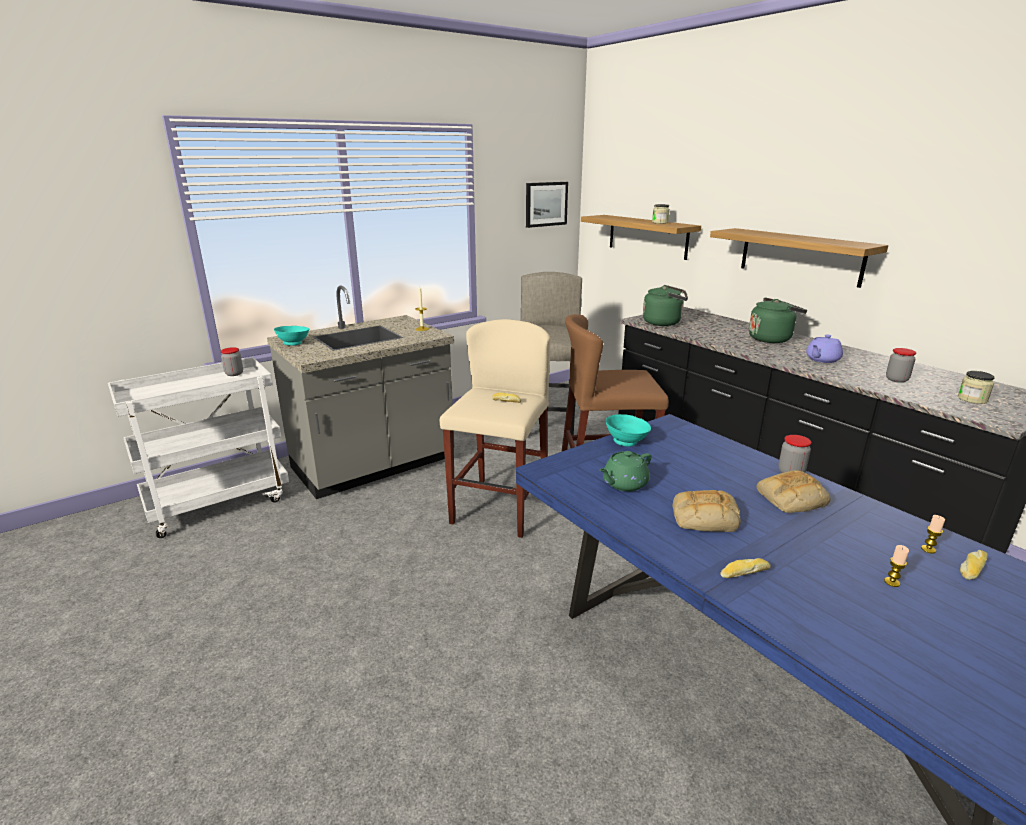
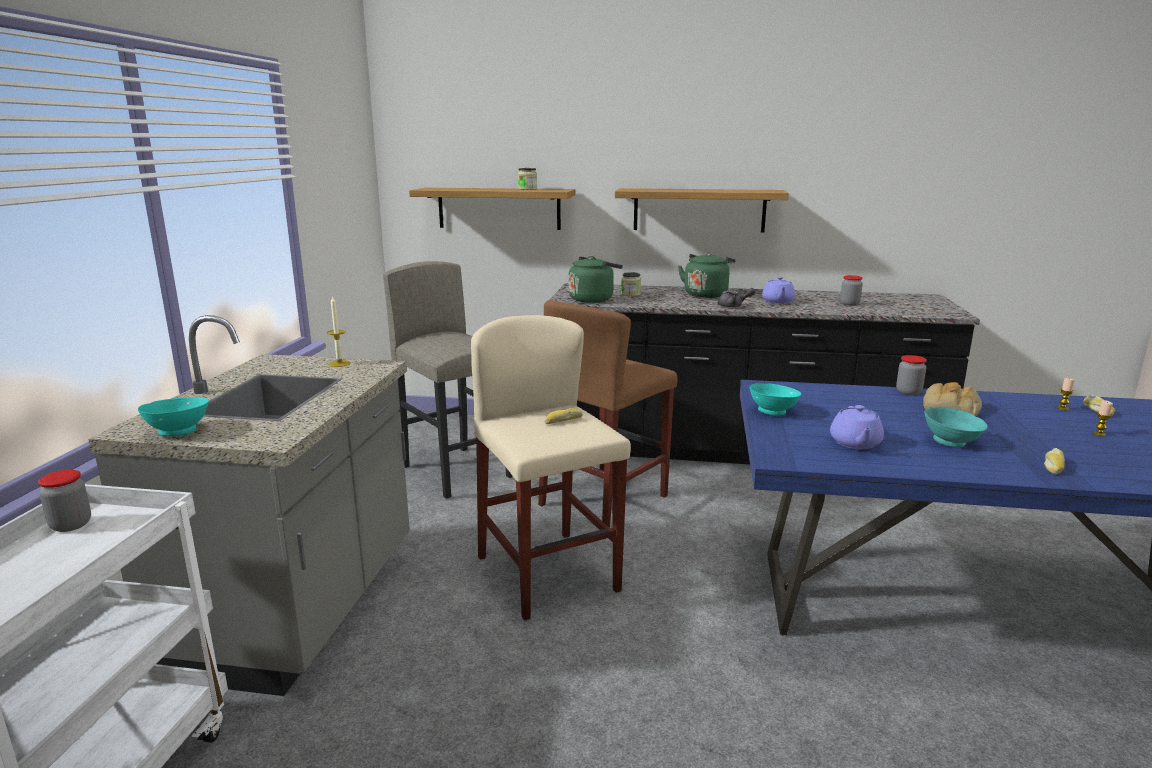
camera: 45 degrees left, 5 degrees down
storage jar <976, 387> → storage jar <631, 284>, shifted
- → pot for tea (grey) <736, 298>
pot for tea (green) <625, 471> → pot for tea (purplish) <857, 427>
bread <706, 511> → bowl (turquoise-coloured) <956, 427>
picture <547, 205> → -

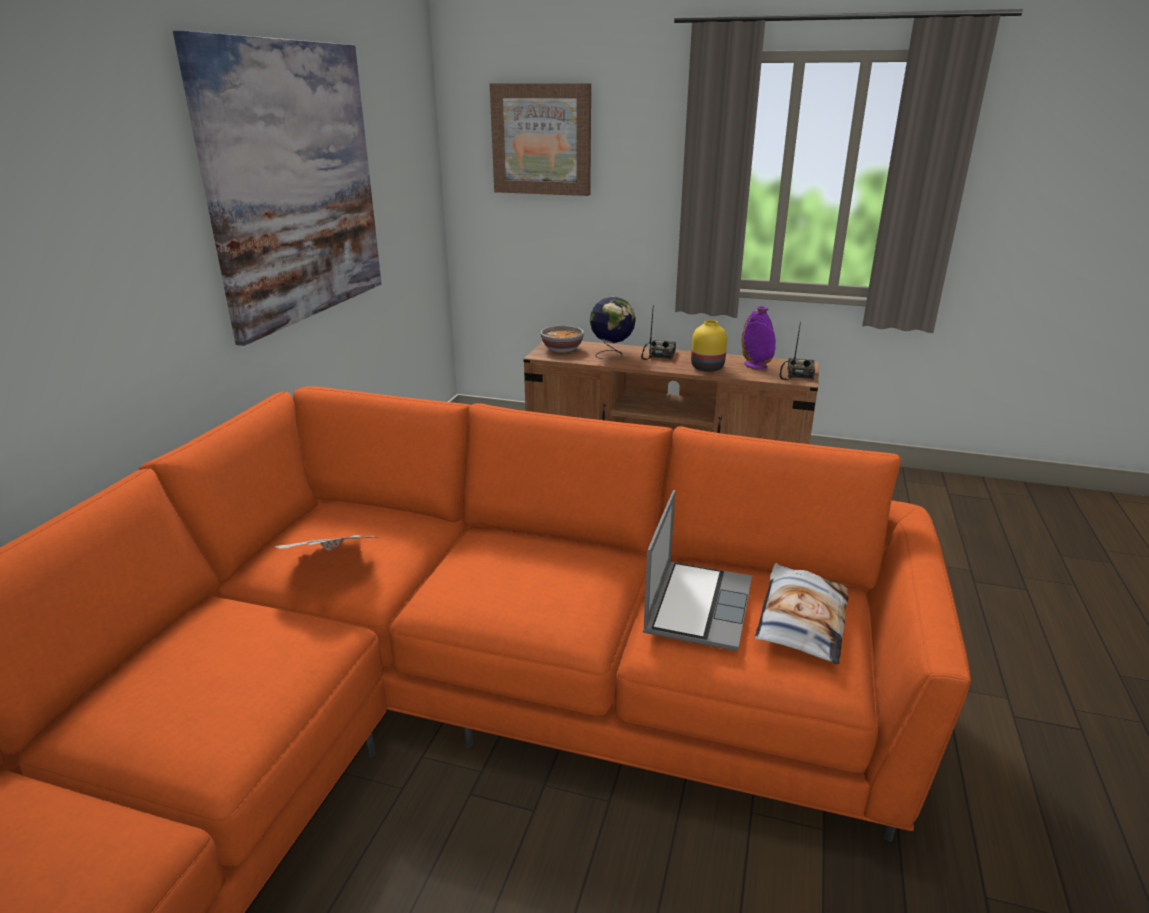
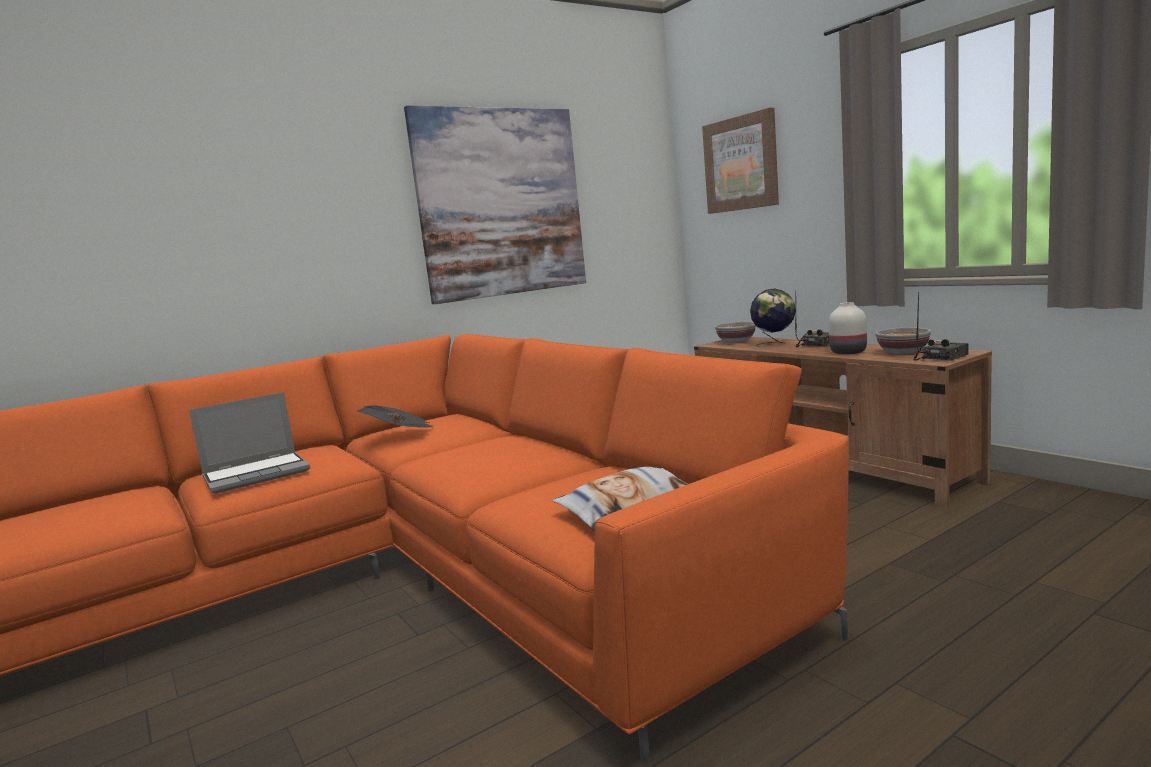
camera: 40 degrees right, 15 degrees down
notebook computer <697, 570> → notebook computer <249, 443>, shifted
vase (yellow) <709, 346> → vase (white-coloured) <848, 328>
vase (purplish) <759, 338> → bowl <903, 340>

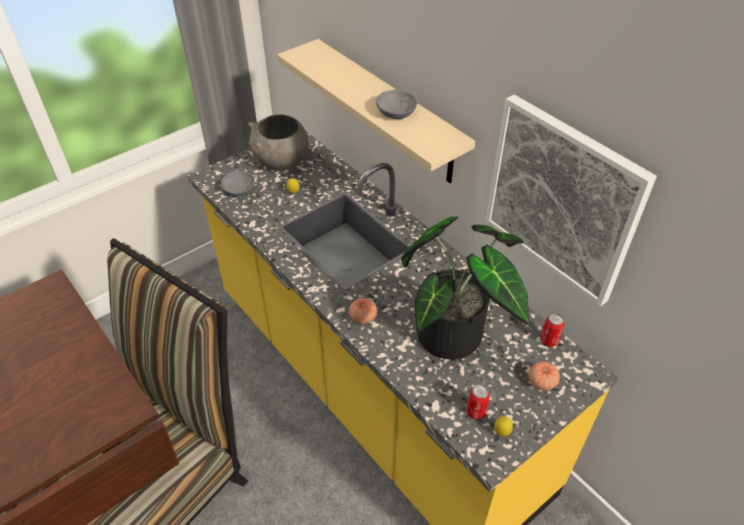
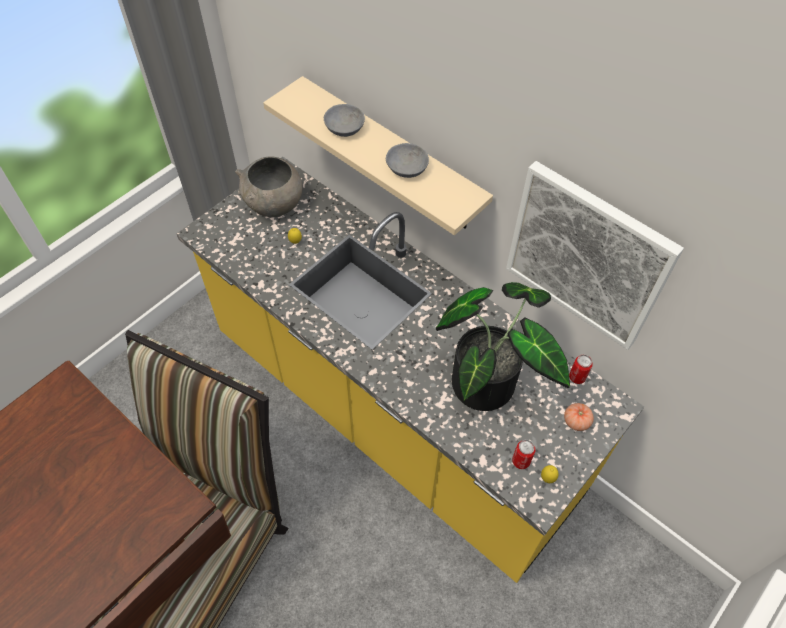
camera: 10 degrees left, 10 degrees up
bowl (grey) <238, 184> → bowl (grey) <344, 120>, shifted
tomato <363, 311> → -

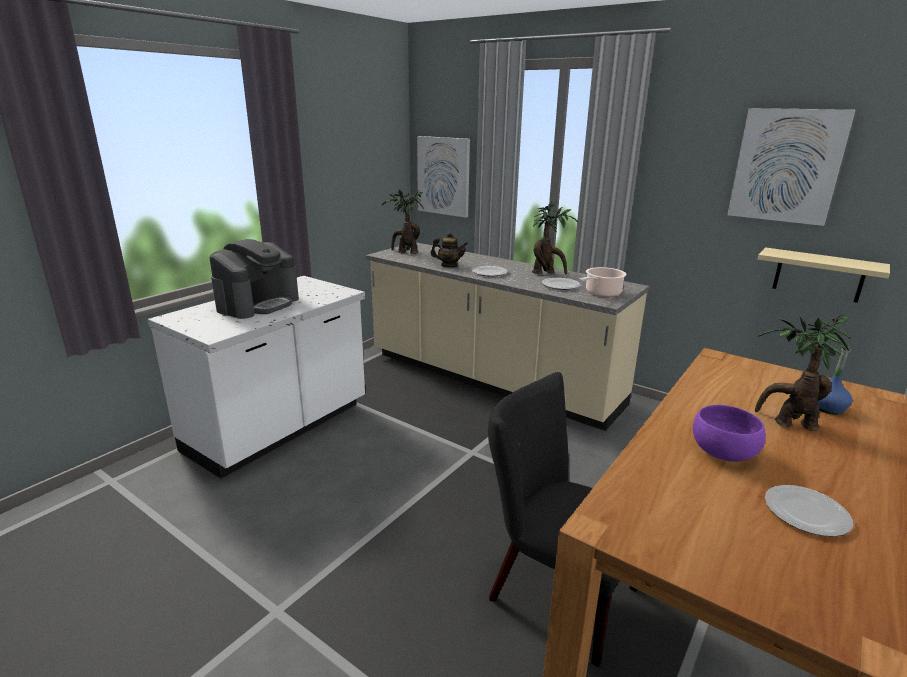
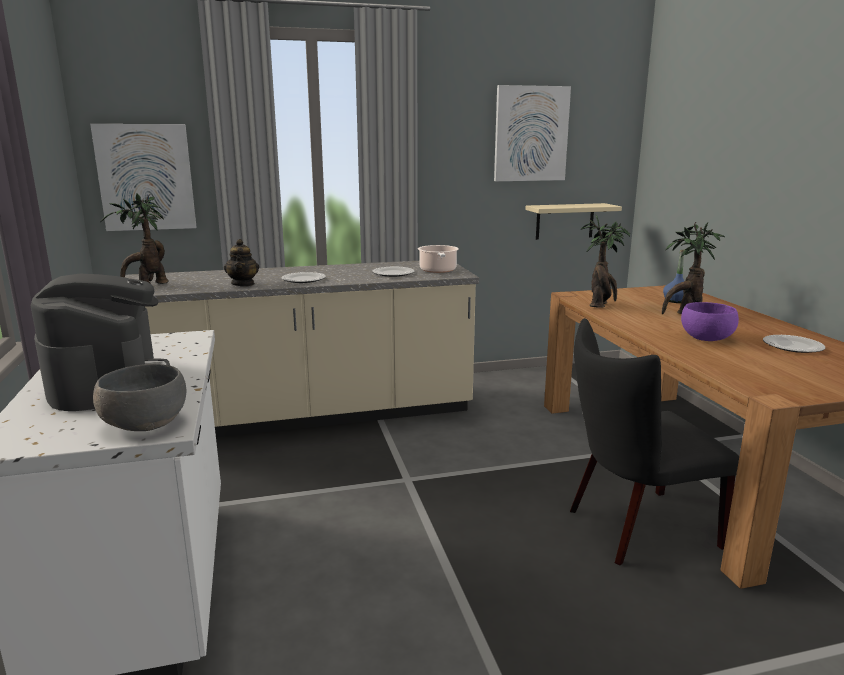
camera: 50 degrees left, 5 degrees down
- → bowl (grey) <139, 397>
pot for tea <449, 249> → pot for tea <241, 262>, 120 degrees clockwise
houseplant <555, 237> → houseplant <605, 261>, shifted

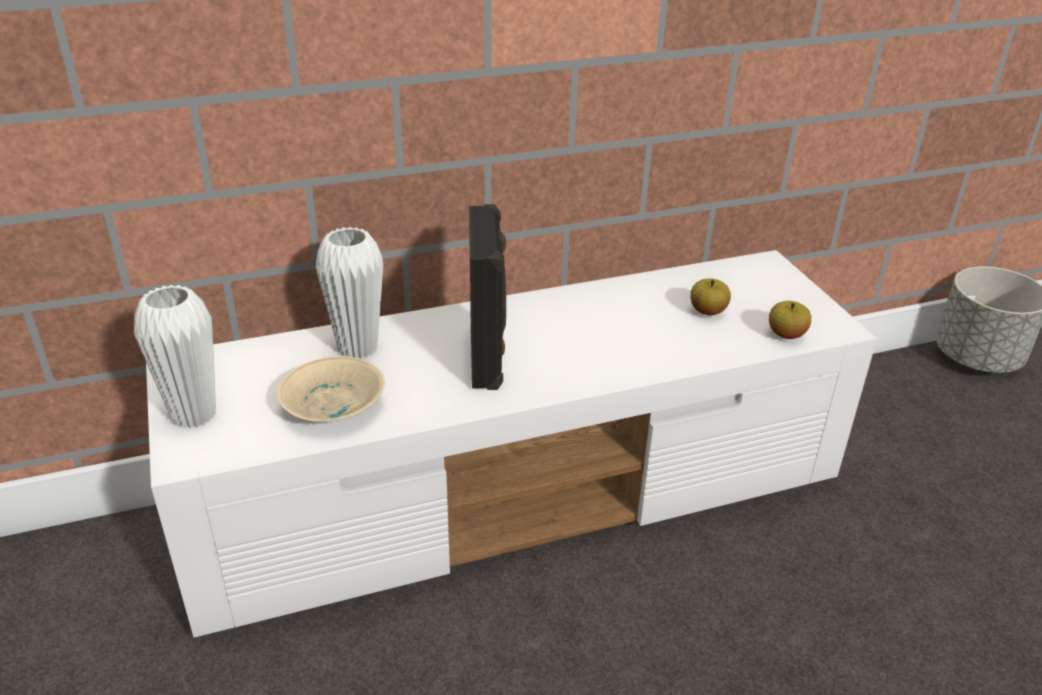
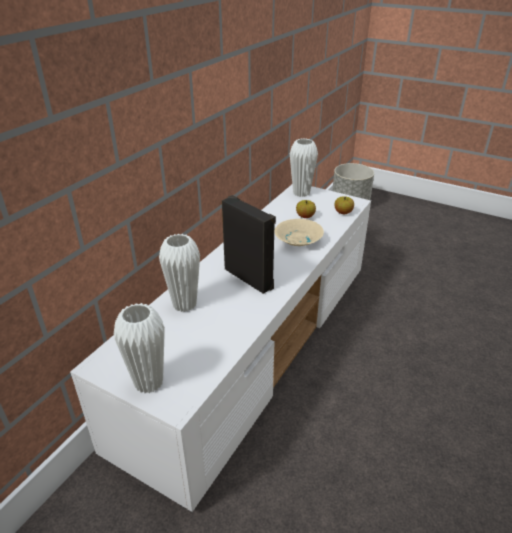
camera: 40 degrees left, 0 degrees up
bowl (beige-coloured) <331, 389> → bowl (beige-coloured) <299, 232>, shifted
- → vase (white-coloured) <304, 167>

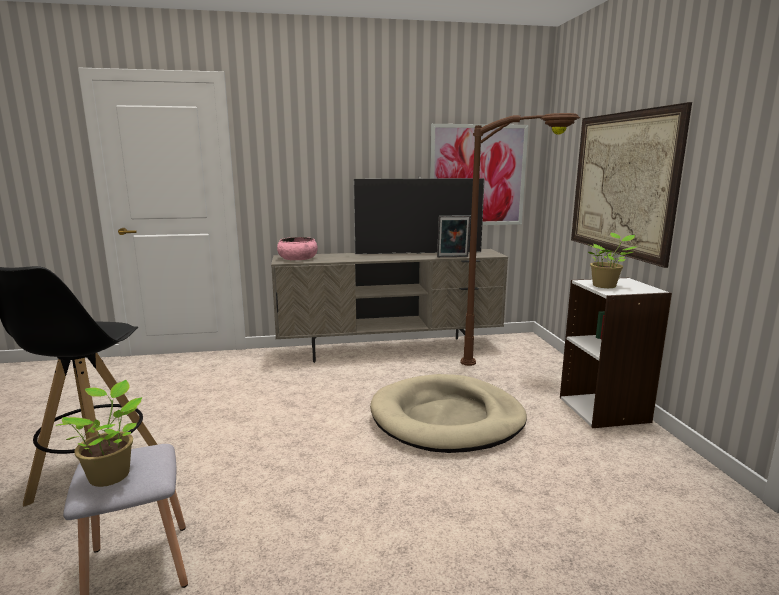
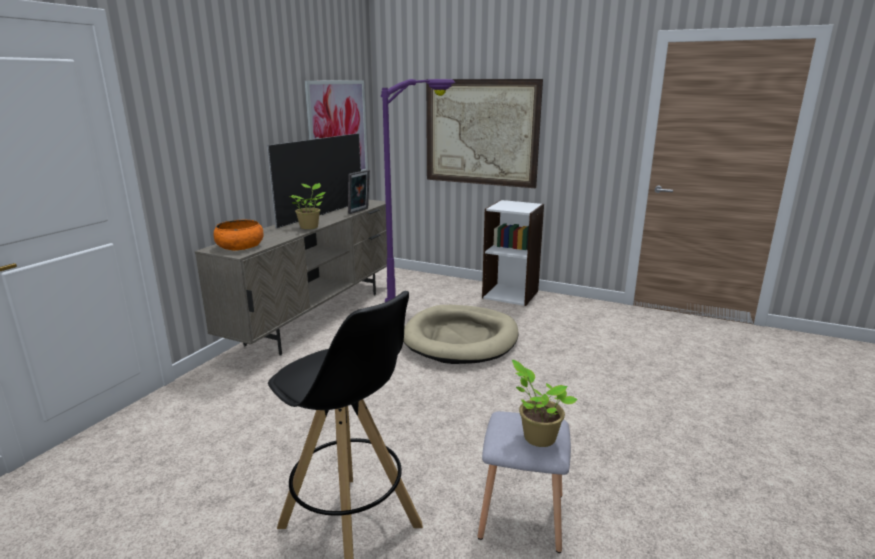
camera: 55 degrees left, 5 degrees up
bowl (pinkish) <297, 248> → bowl (orange-coloured) <239, 235>
houseplant <613, 260> → houseplant <308, 206>, shifted
standard lamp (brown-coloured) <520, 239> → standard lamp (purplish) <418, 190>

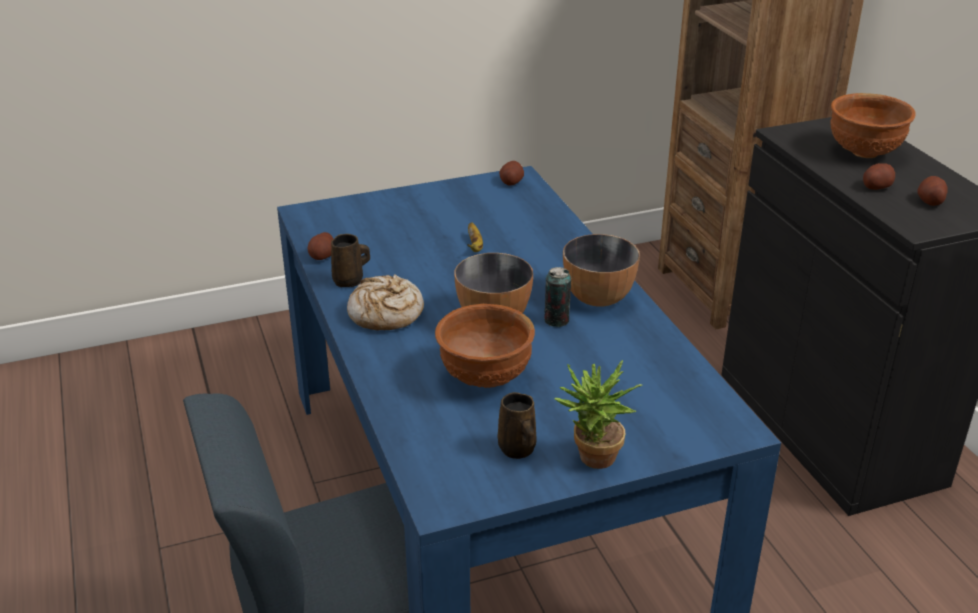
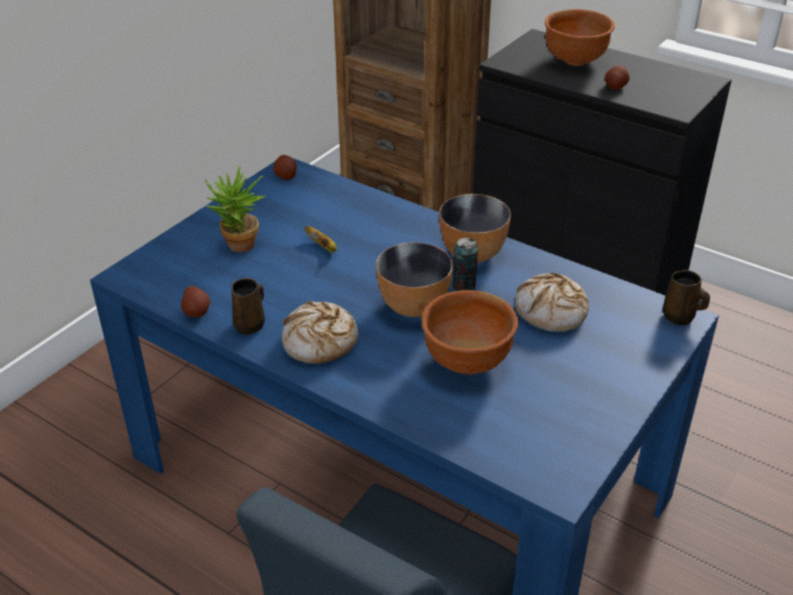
camera: 35 degrees left, 5 degrees up
houseplant <598, 414> → houseplant <235, 208>, shifted
- → bread <552, 302>
tea mug (brown-coloured) <517, 425> → tea mug (brown-coloured) <686, 297>, shifted
spud <932, 191> → -

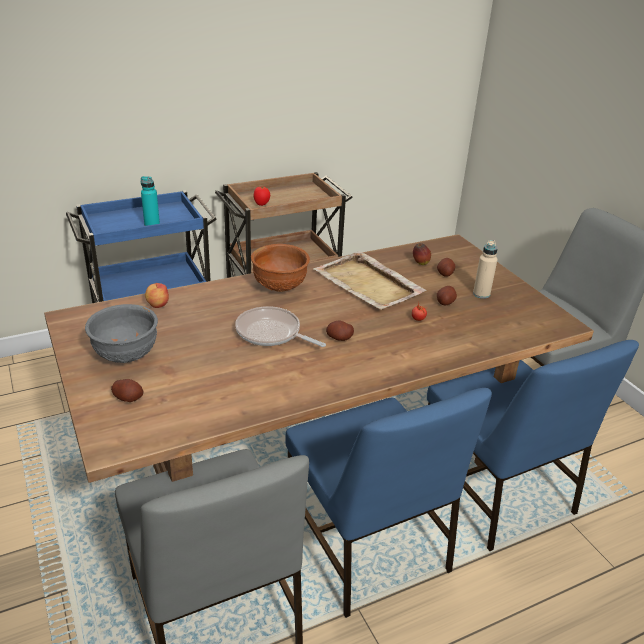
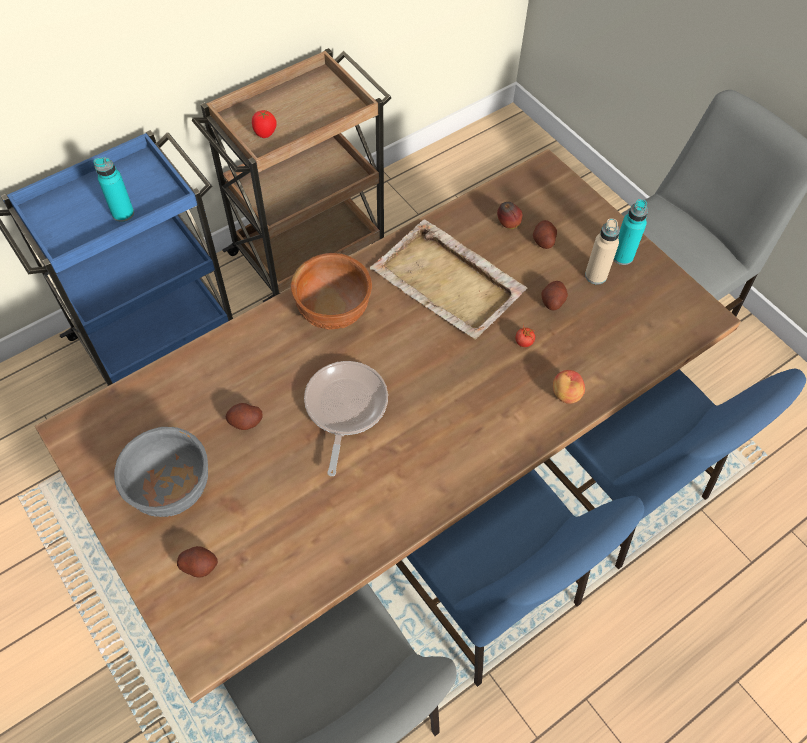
camera: 10 degrees left, 25 degrees up
spud <340, 331> → spud <244, 416>, shifted
frying pan <280, 326> → frying pan <346, 418>, 75 degrees clockwise
apple <157, 295> → apple <569, 387>, shifted
- → beverage bottle (turquoise-coloured) <631, 232>

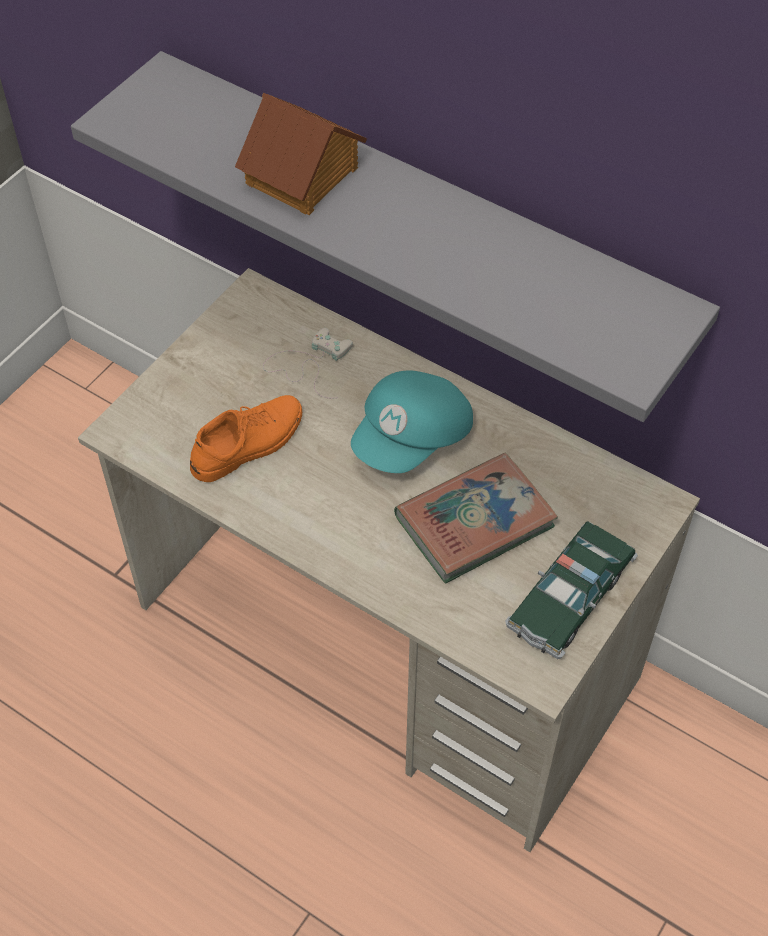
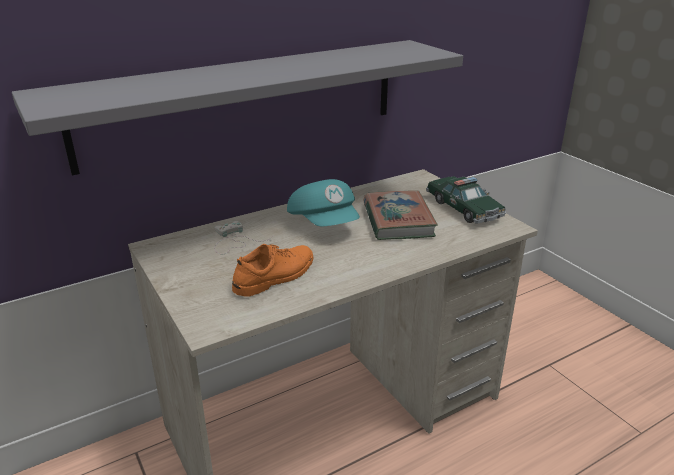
camera: 65 degrees left, 25 degrees down
item of footwear (orange-coloured) <246, 438> → item of footwear (orange-coloured) <272, 270>, 60 degrees clockwise
toy house <301, 154> → -

